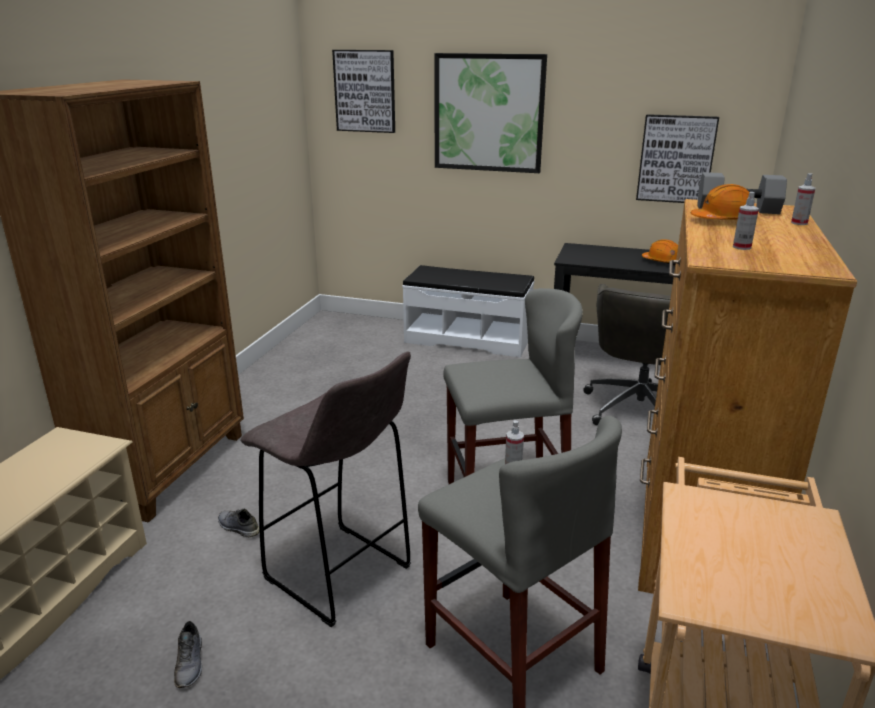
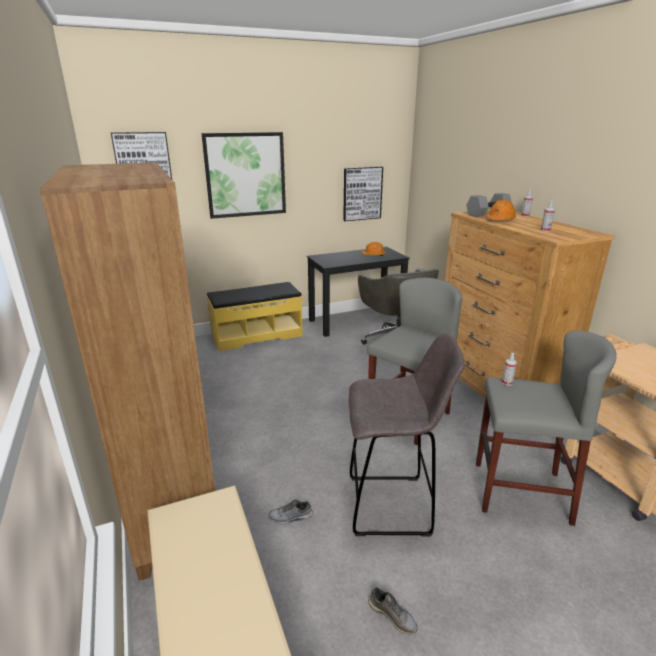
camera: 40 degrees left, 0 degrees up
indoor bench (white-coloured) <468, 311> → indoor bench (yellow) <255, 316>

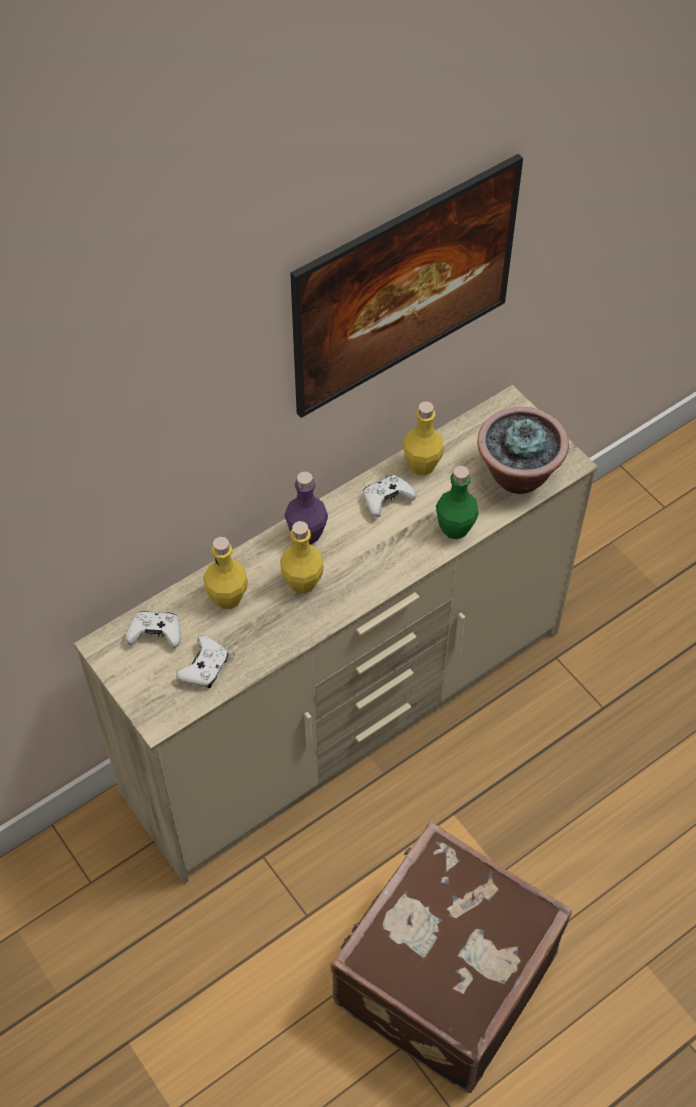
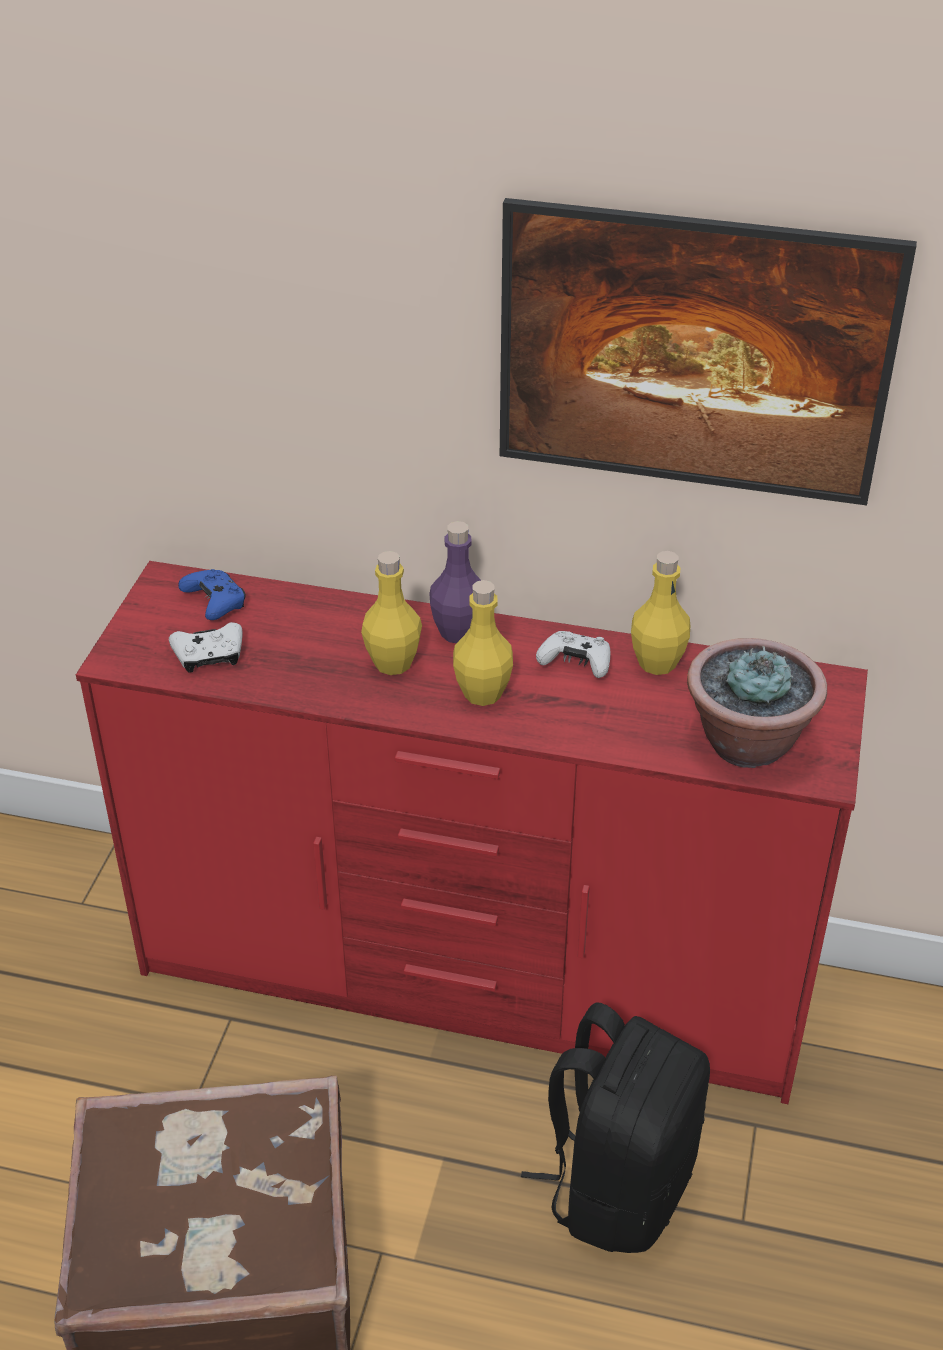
camera: 50 degrees right, 15 degrees down
drawer chest (beige-coloured) <336, 634> → drawer chest (red-coloured) <472, 832>
game controller (white-coloured) <153, 629> → game controller (blue-coloured) <212, 594>
beverage bottle (yellow) <225, 573> → beverage bottle (yellow) <483, 643>, shifted
- → backpack (black) <615, 1127>
beverage bottle (green) <457, 502> → -

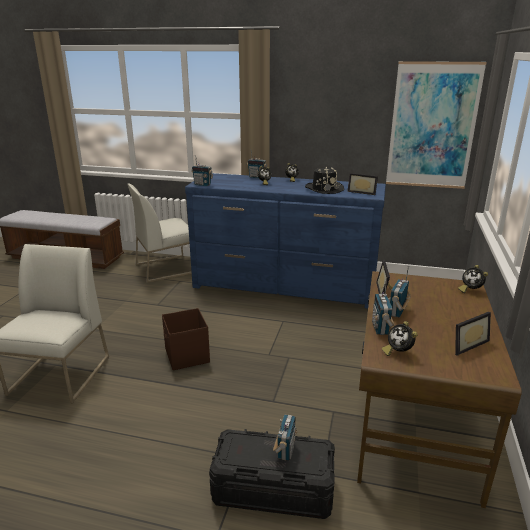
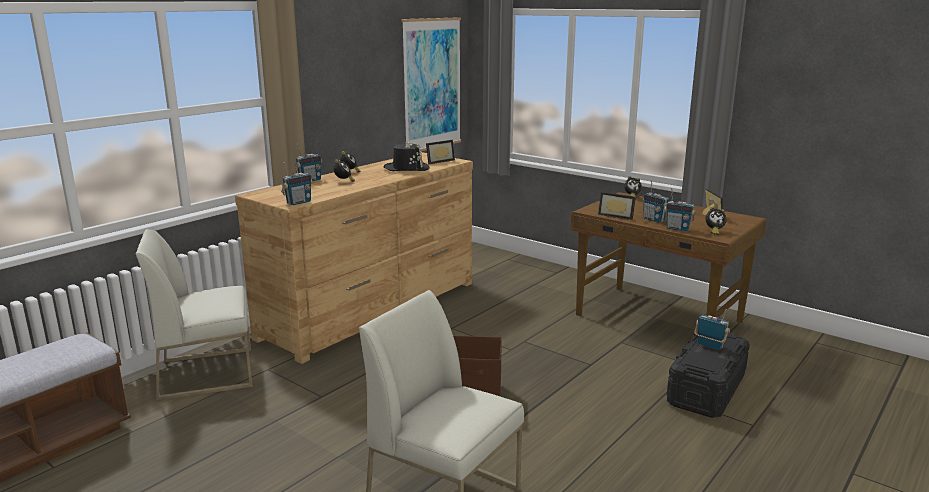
camera: 65 degrees left, 5 degrees down
chair (white-coloured) <160, 233> → chair (white-coloured) <194, 315>, 75 degrees clockwise
drawer chest (blue-coloured) <285, 240> → drawer chest (brown-coloured) <354, 258>

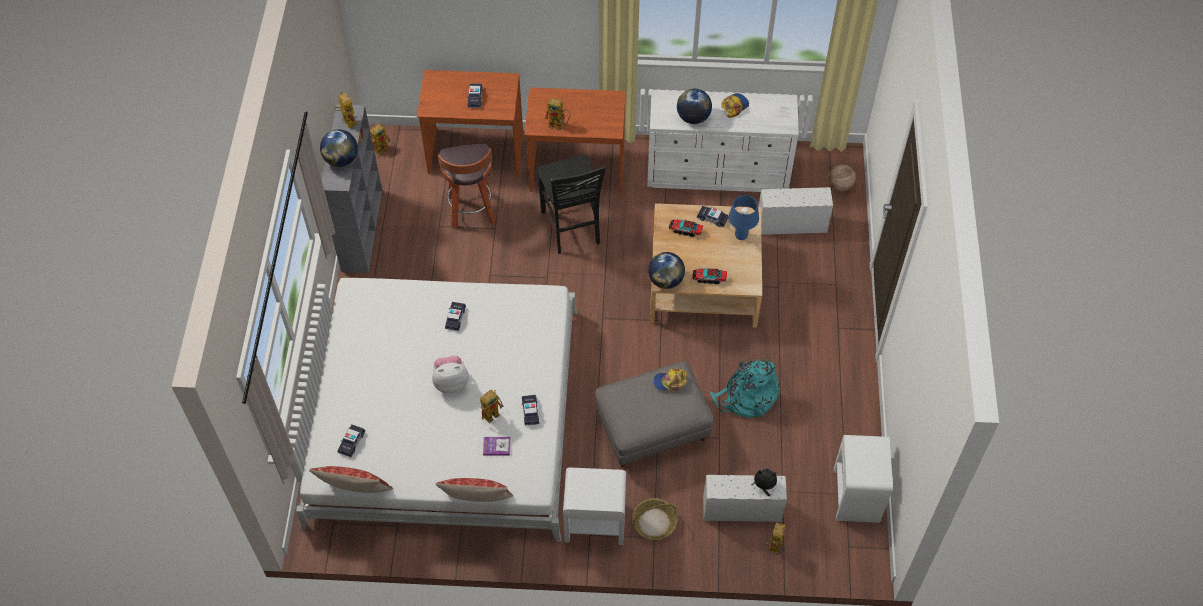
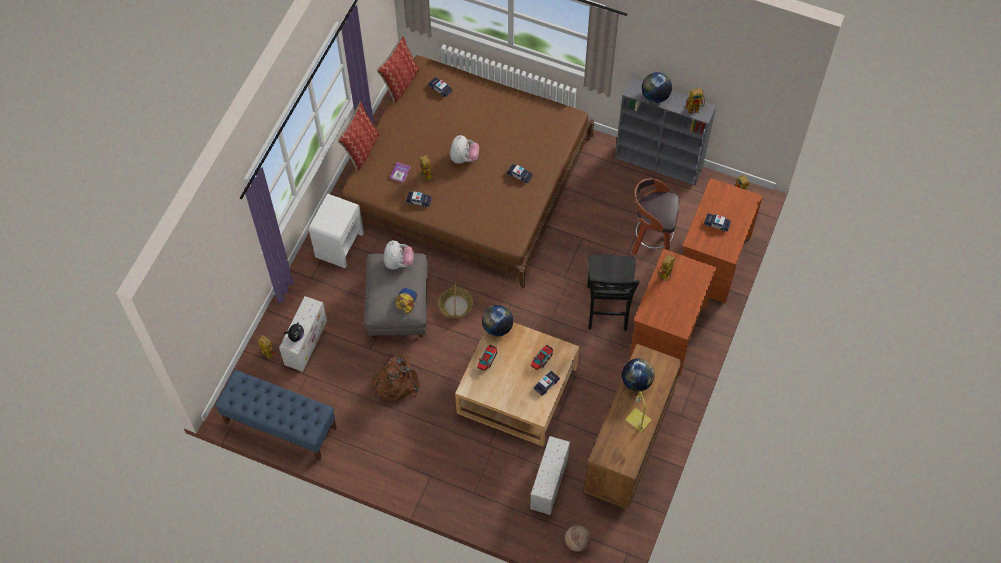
camera: 110 degrees right, 5 degrees up
night table (white-coloured) <863, 479> → indoor bench (blue-coloured) <276, 415>
bedroom bed (white-coloured) <437, 410> → bedroom bed (brown-coloured) <467, 172>
backpack (turquoise-coloured) <744, 388> → backpack (brown-coloured) <394, 377>
- → soft toy <399, 255>
basket <654, 519> → basket <455, 300>, shifted
drawer chest (white-coloured) <723, 141> → drawer chest (brown-coloured) <633, 426>
chair (black) <571, 204> → chair (black) <613, 293>, 90 degrees counterclockwise
peaked cap <735, 105> → tabletop lamp (yellow) <638, 411>
tabletop lamp (blue-coloured) <743, 217> → -

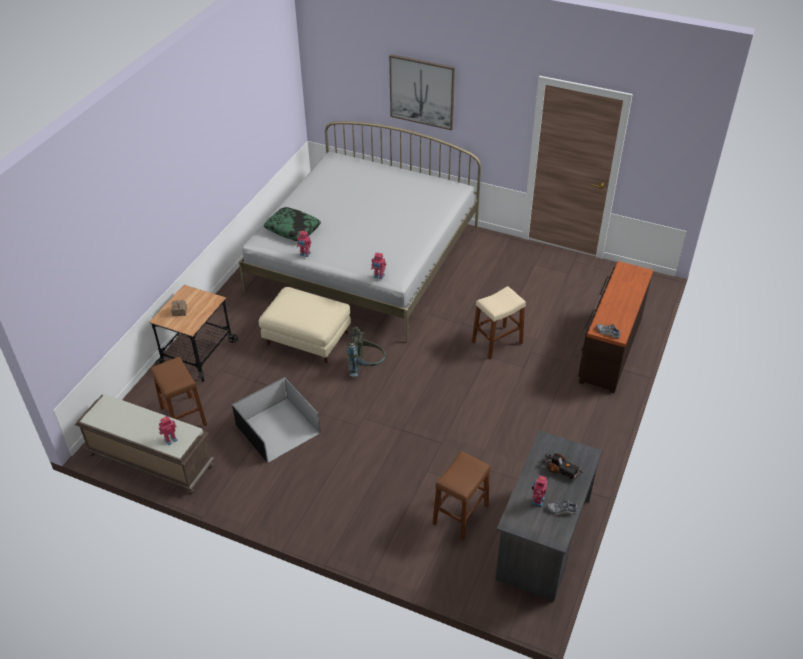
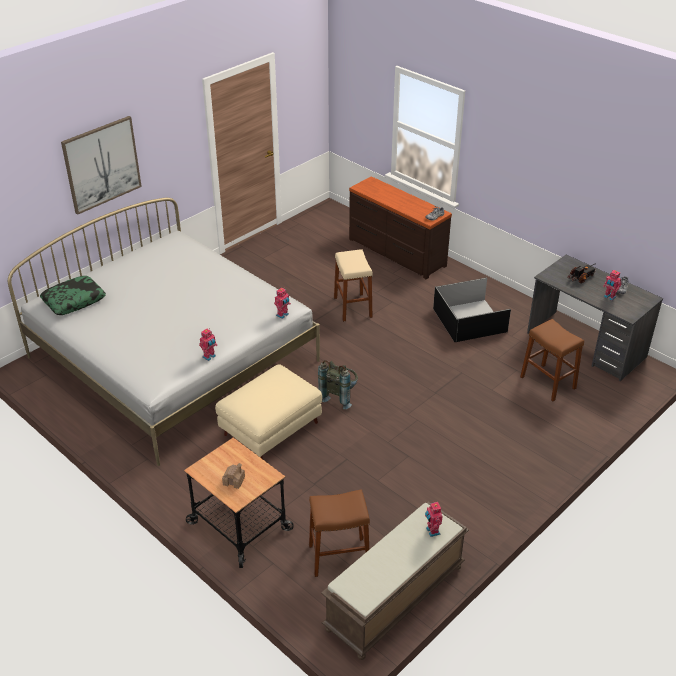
camera: 70 degrees left, 5 degrees down
cushion <292, 224> → cushion <73, 295>, shifted
storage container (black) <276, 420> → storage container (black) <472, 310>, shifted

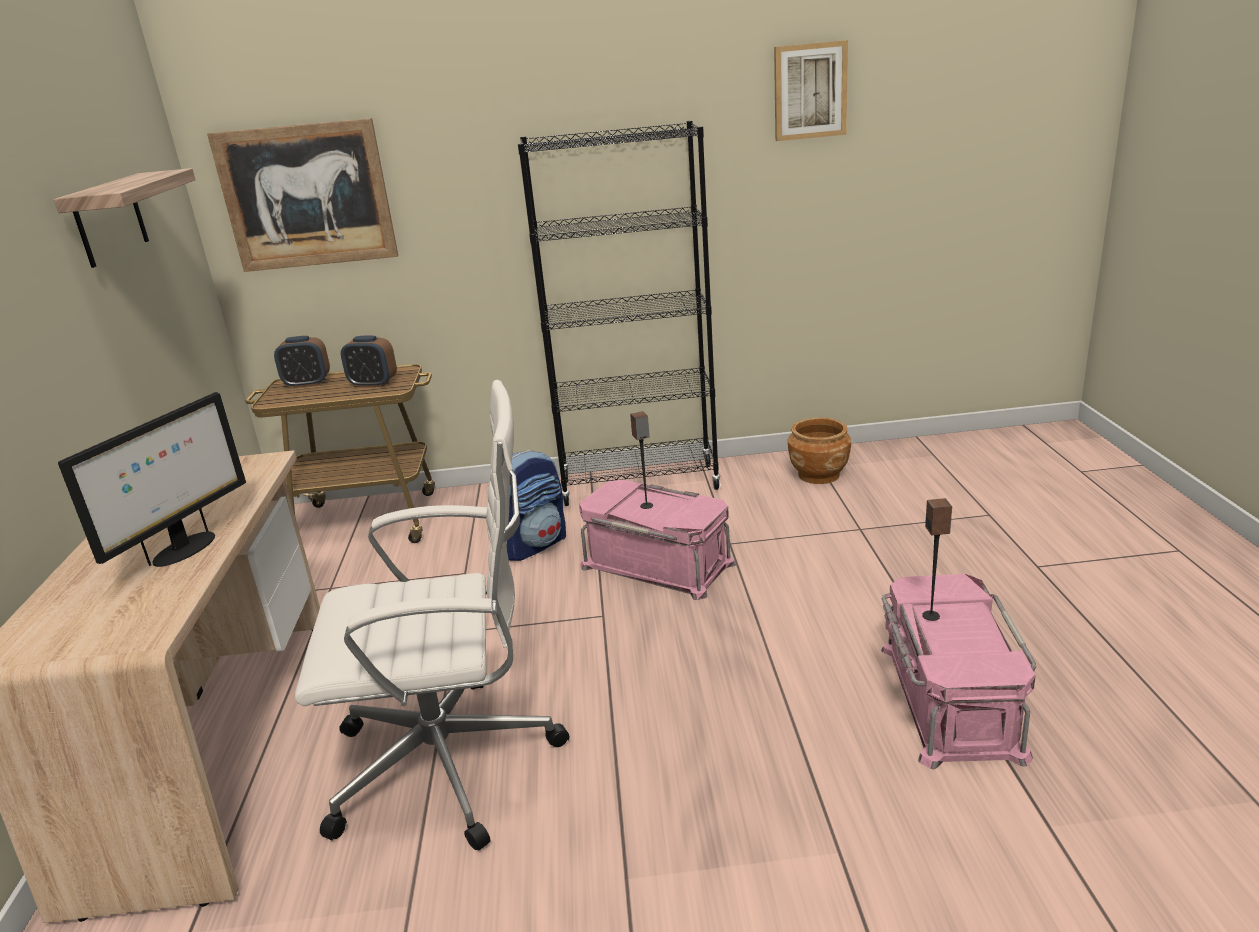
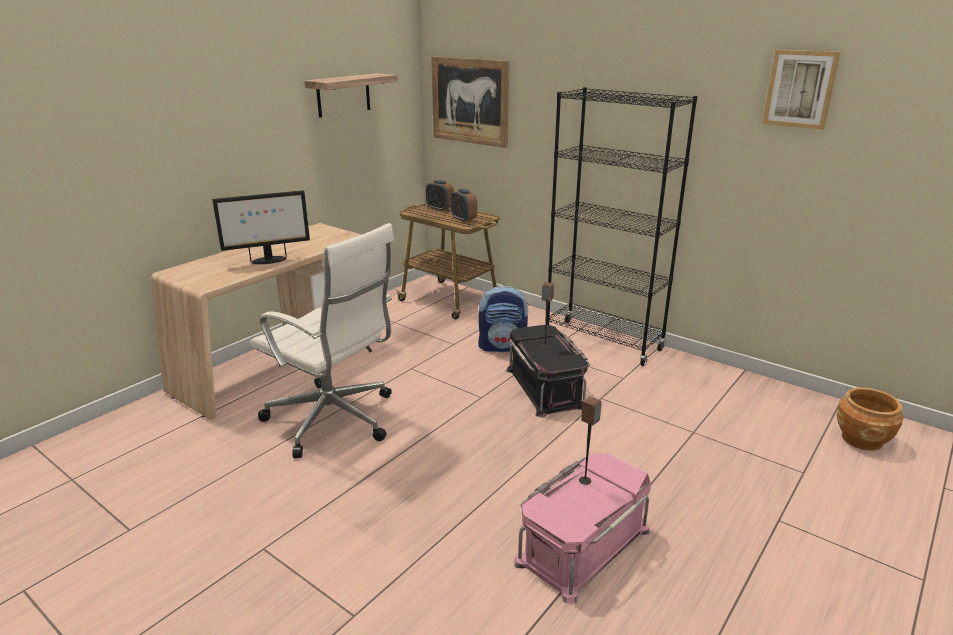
camera: 40 degrees right, 0 degrees up
storage container (pinkish) <657, 539> → storage container (black) <548, 371>
planter (brown-coloured) <819, 450> → planter (brown-coloured) <870, 419>, shifted

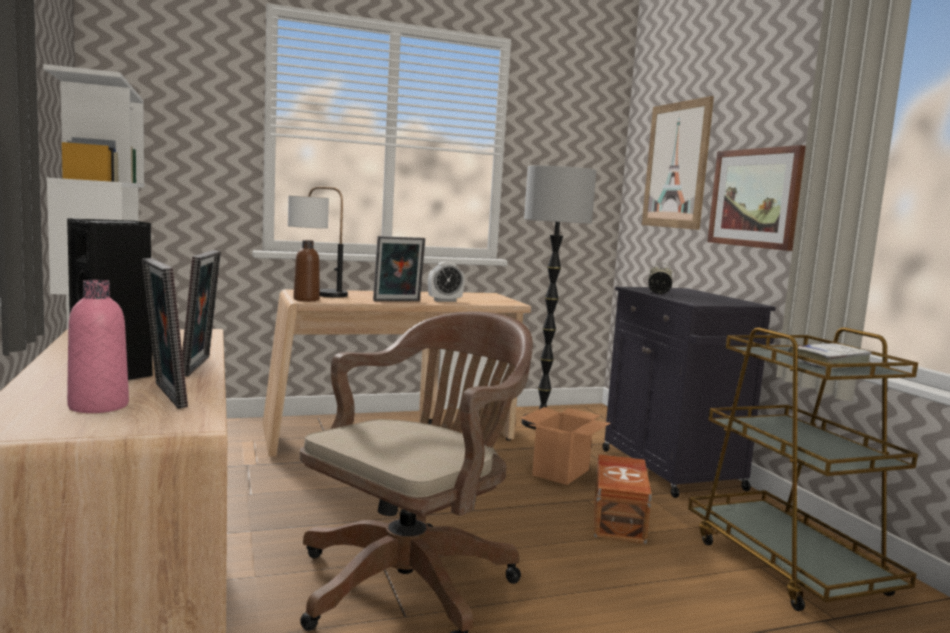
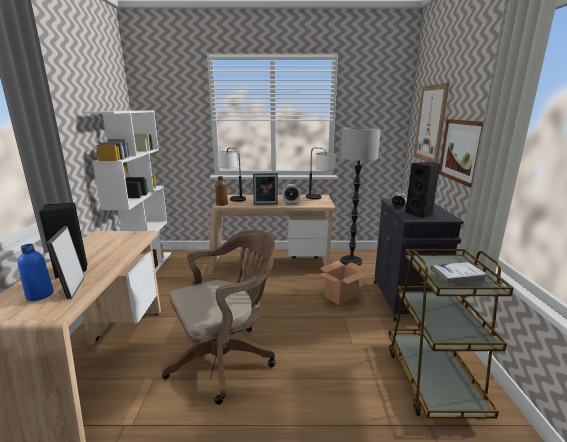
camera: 20 degrees right, 10 degrees up
beverage bottle (pinkish) <98, 346> → beverage bottle (blue-coloured) <36, 272>
- → tabletop lamp <321, 173>
- → loudspeaker (black) <422, 190>
photo frame <201, 313> → -
storage container (brown-coloured) <623, 499> → -

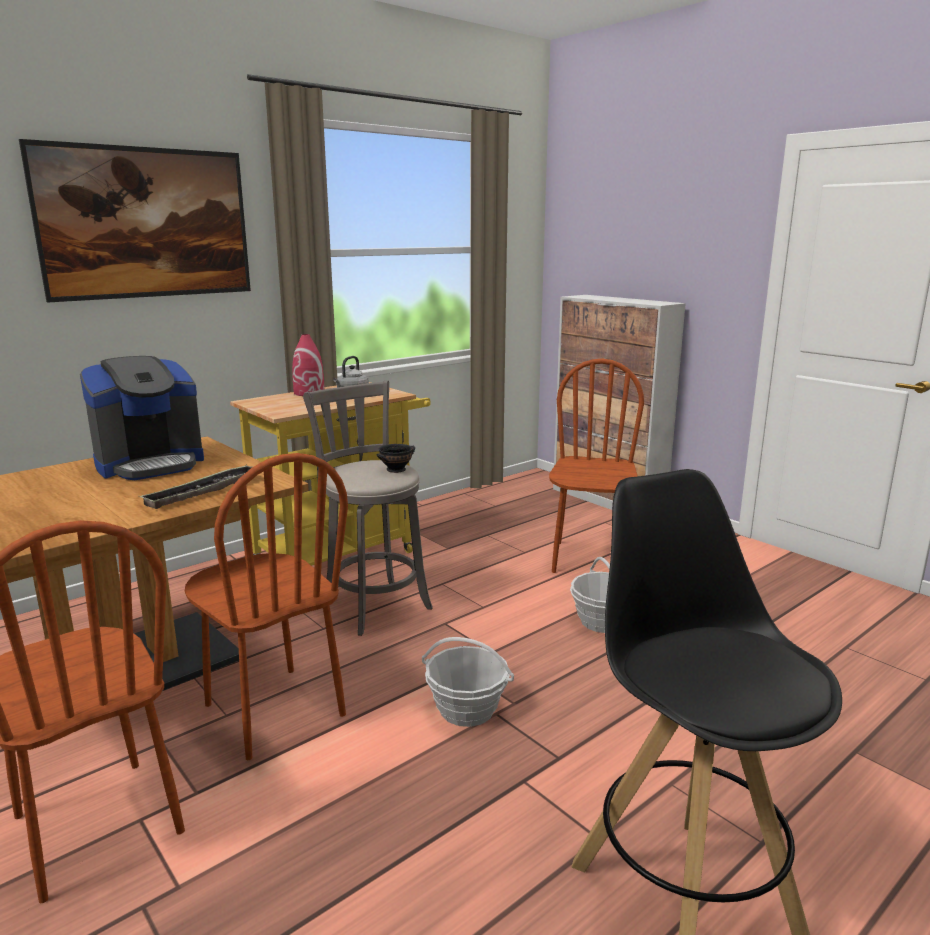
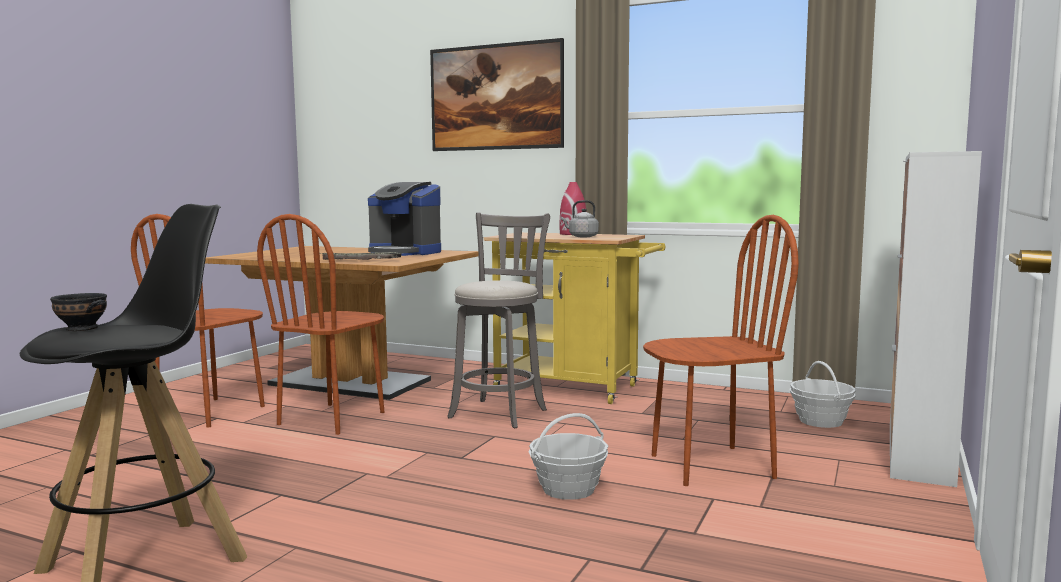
camera: 65 degrees right, 10 degrees down
bowl (black) <396, 458> → bowl (black) <78, 312>, shifted
basket <468, 682> → basket <823, 394>, shifted

